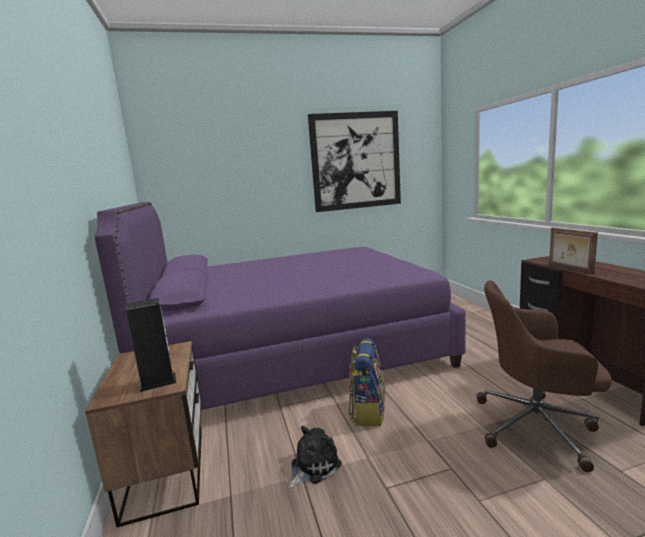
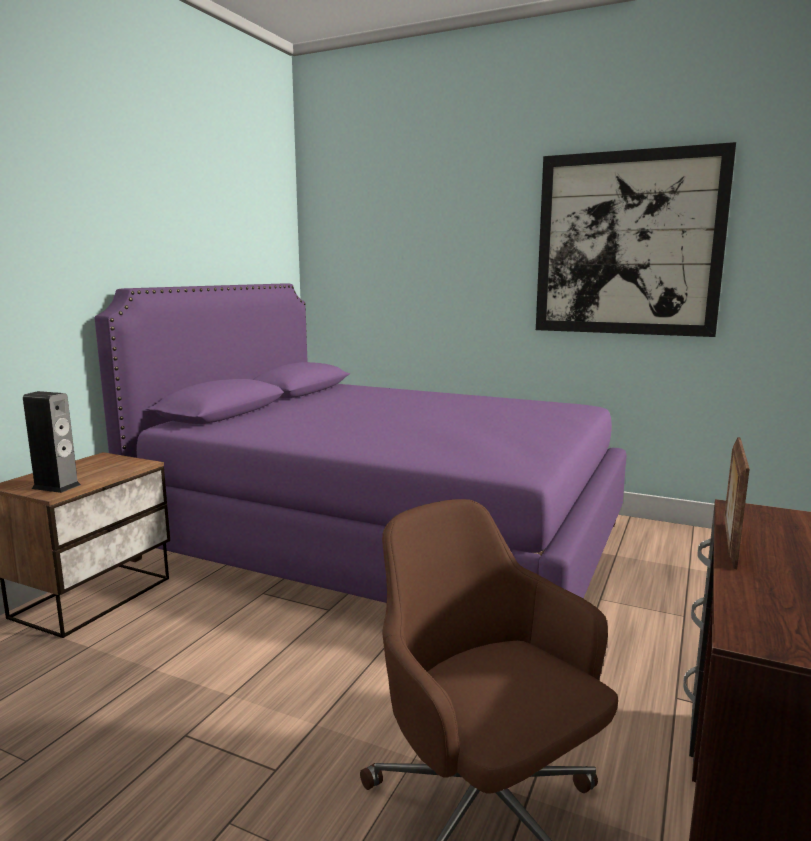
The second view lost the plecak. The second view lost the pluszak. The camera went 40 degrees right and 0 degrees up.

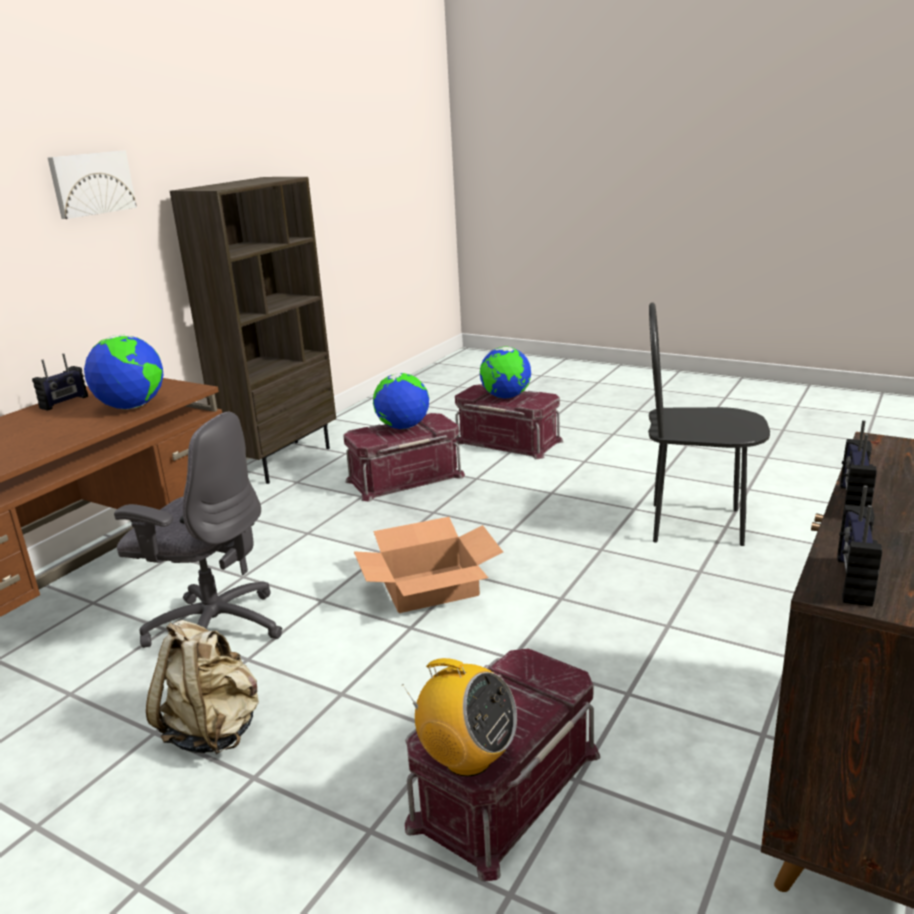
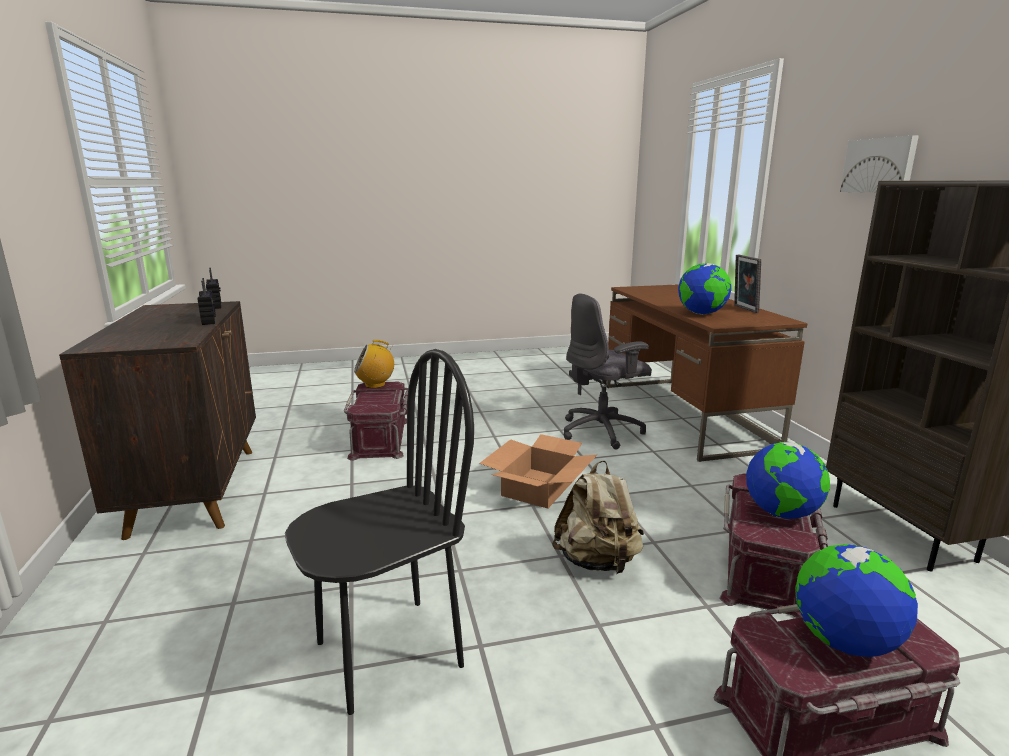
Where the radio (1st from left) stood, the ramka na zdjęcie came to stand. The plecak [beżowy] ended up elsewhere. The camera went 135 degrees right and 5 degrees down.

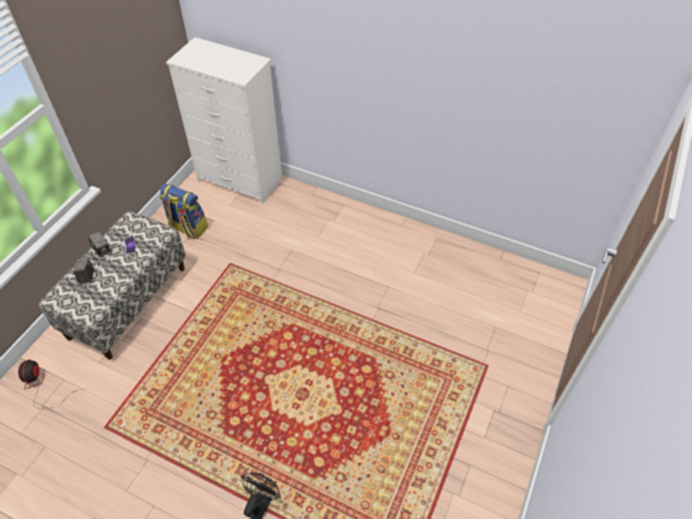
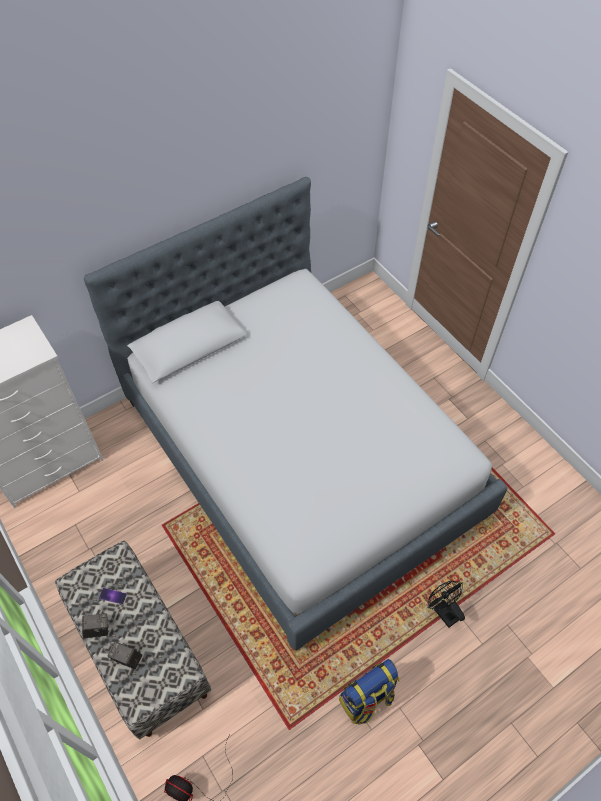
The plecak ended up elsewhere. The second view gained the łóżko. The camera went 60 degrees left and 5 degrees up.

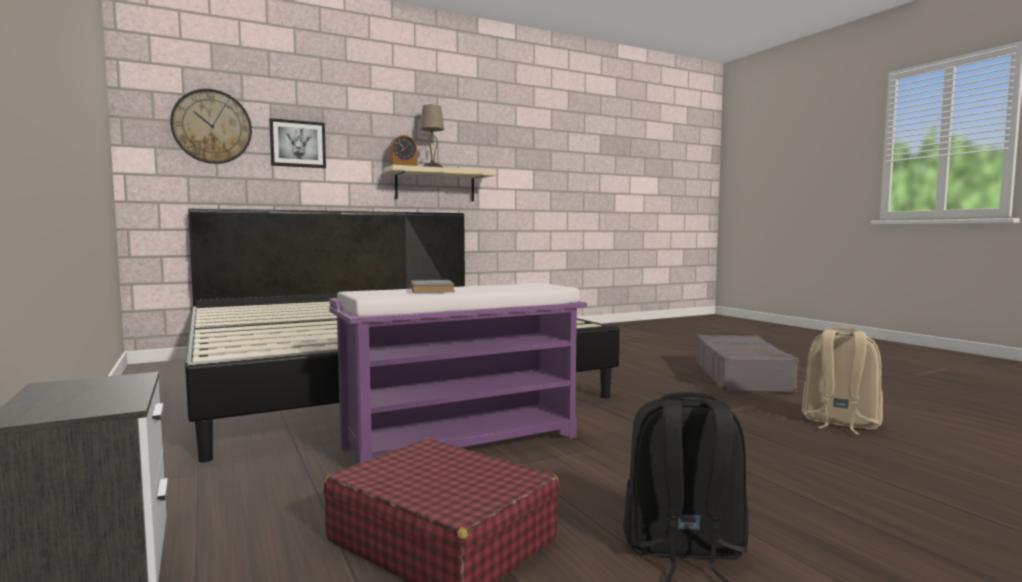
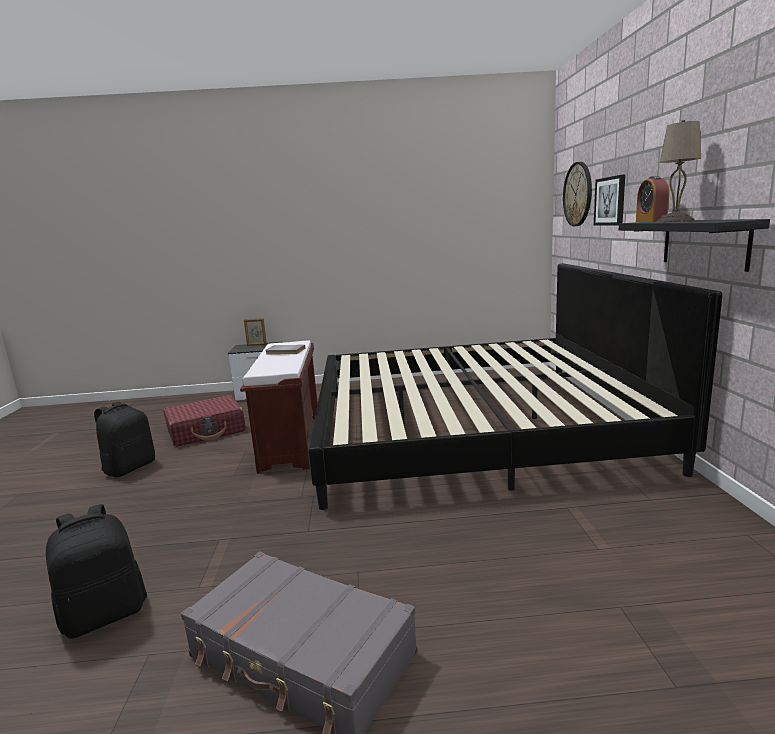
What was the półka [beżowy] turned into the półka [czarny]. What was the ławka [fioletowy] turned into the ławka [brązowy]. What was the plecak [beżowy] turned into the plecak [czarny] (1st from left). The second view gained the ramka na zdjęcie. The camera went 115 degrees right and 10 degrees up.

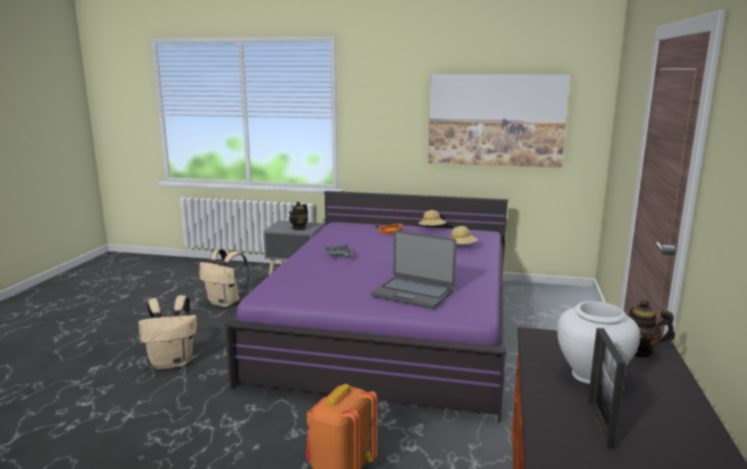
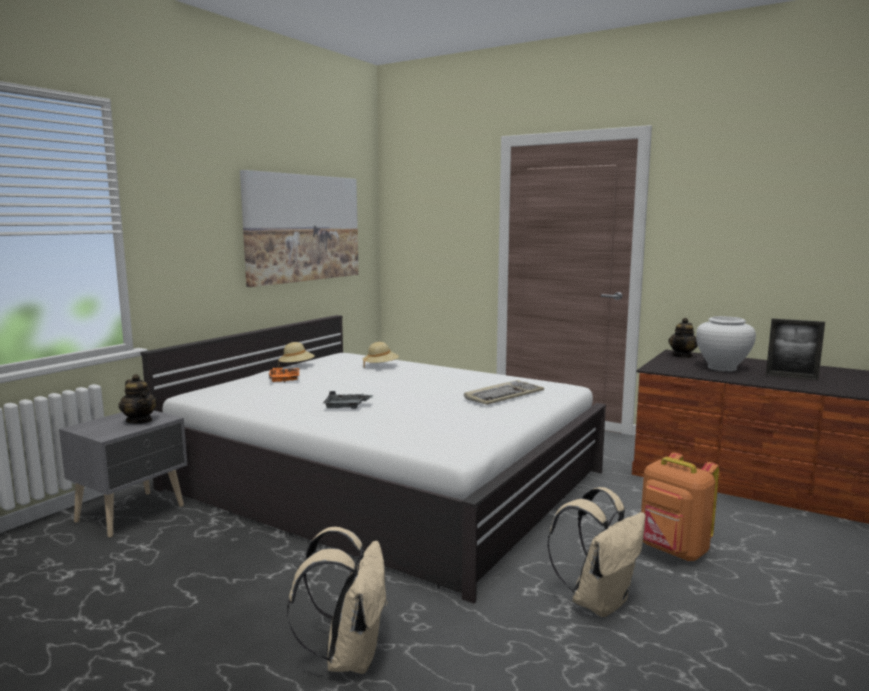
What was the łóżko [fioletowy] turned into the łóżko [biały]. Where the laptop stood, the klawiatura came to stand. The plecak [beżowy] (2nd from left) ended up elsewhere. The camera went 70 degrees left and 5 degrees down.

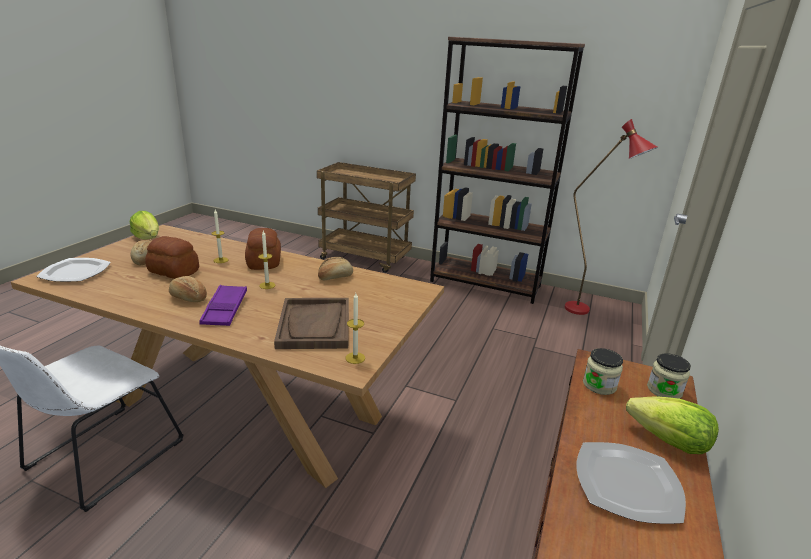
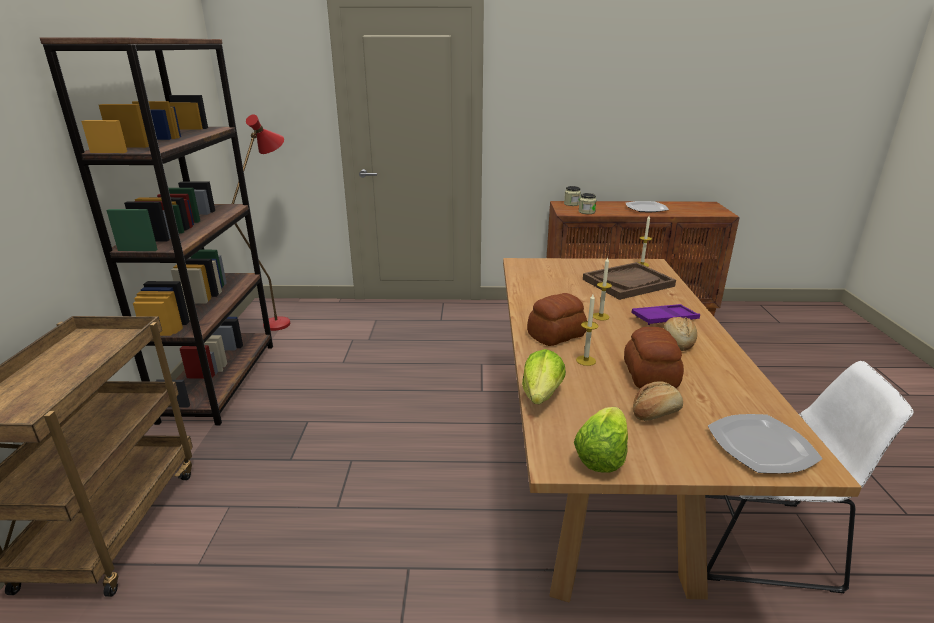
The second view lost the chleb (5th from left). The sałata (2nd from left in the first image) ended up elsewhere. The camera went 110 degrees left and 0 degrees up.

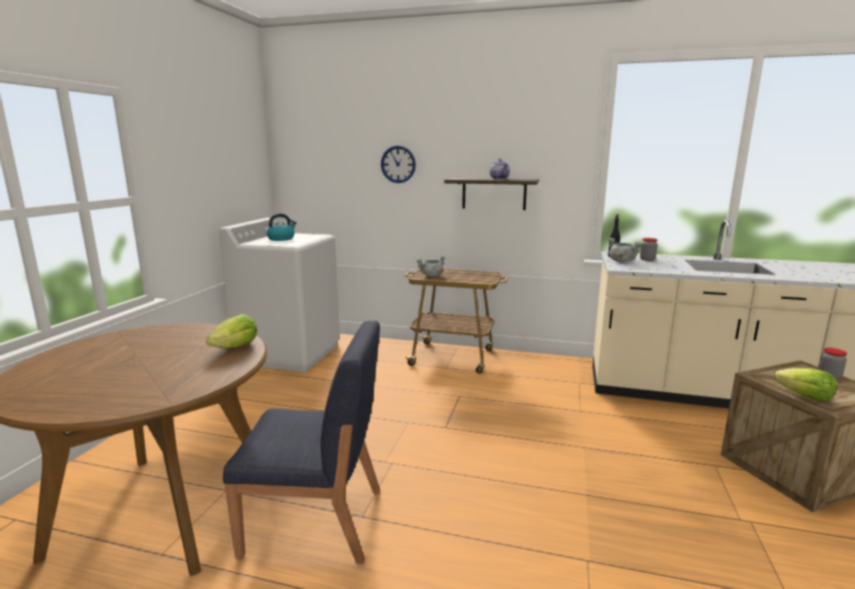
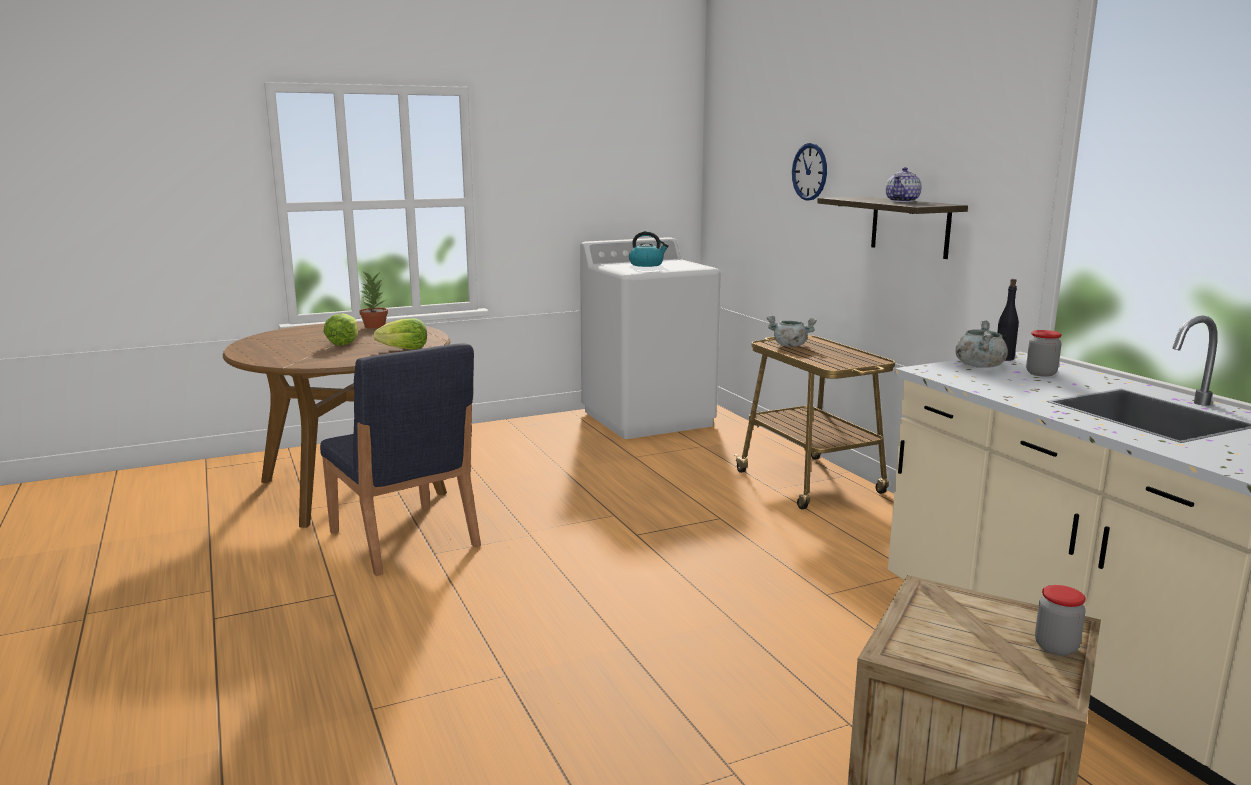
The sałata (2nd from left in the first image) ended up elsewhere. The second view gained the roślina doniczkowa. The camera went 50 degrees right and 0 degrees up.

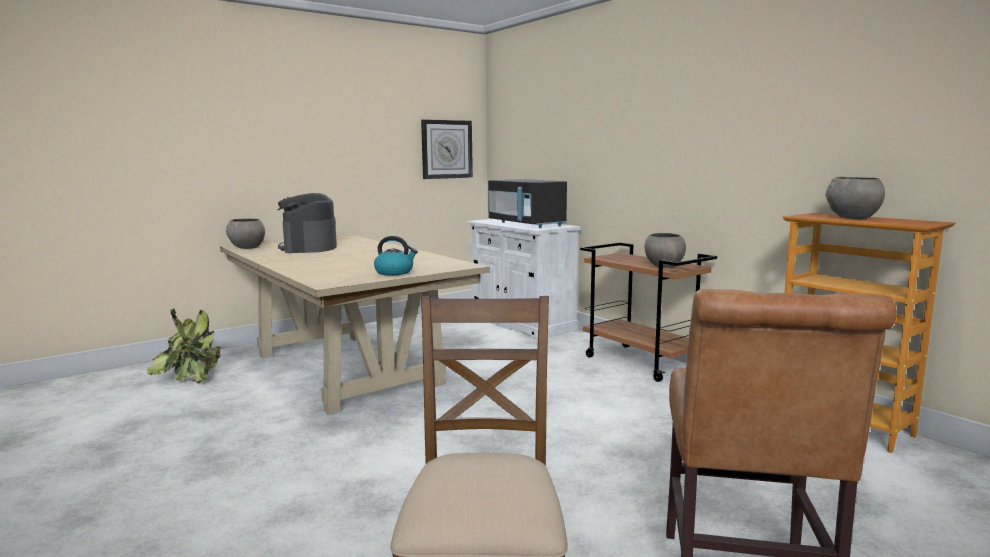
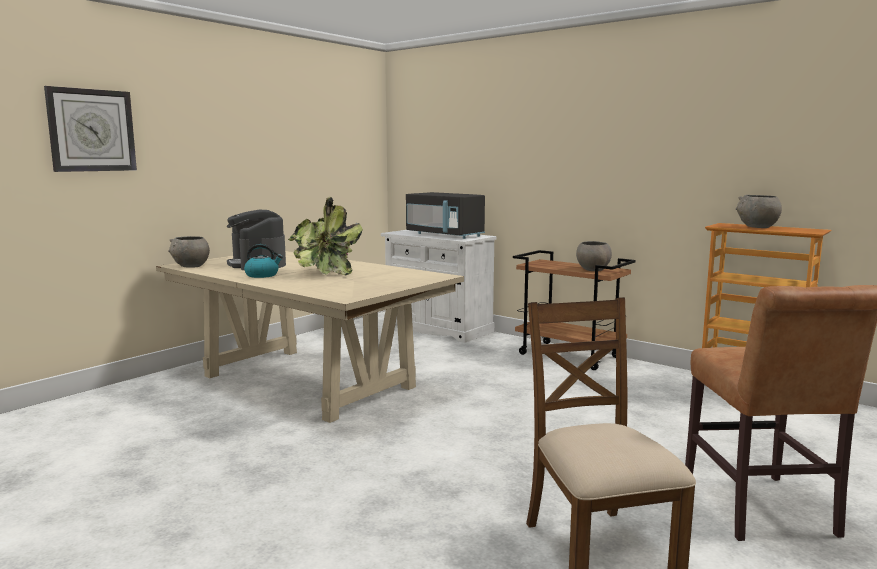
The zegar ścienny ended up elsewhere. The czajnik ended up elsewhere. The roślina doniczkowa ended up elsewhere. The camera went 15 degrees left and 0 degrees up.

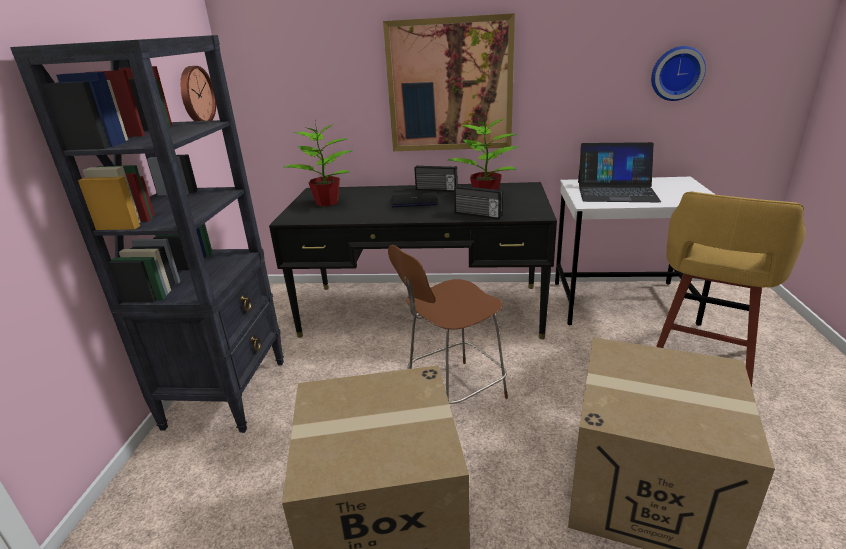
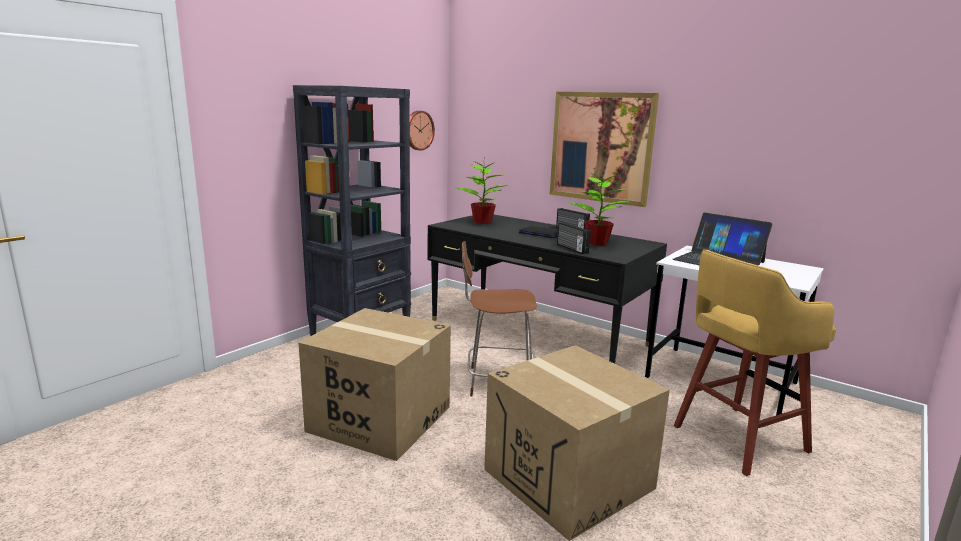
The second view lost the zegar ścienny (2nd from left). The camera went 30 degrees right and 10 degrees down.

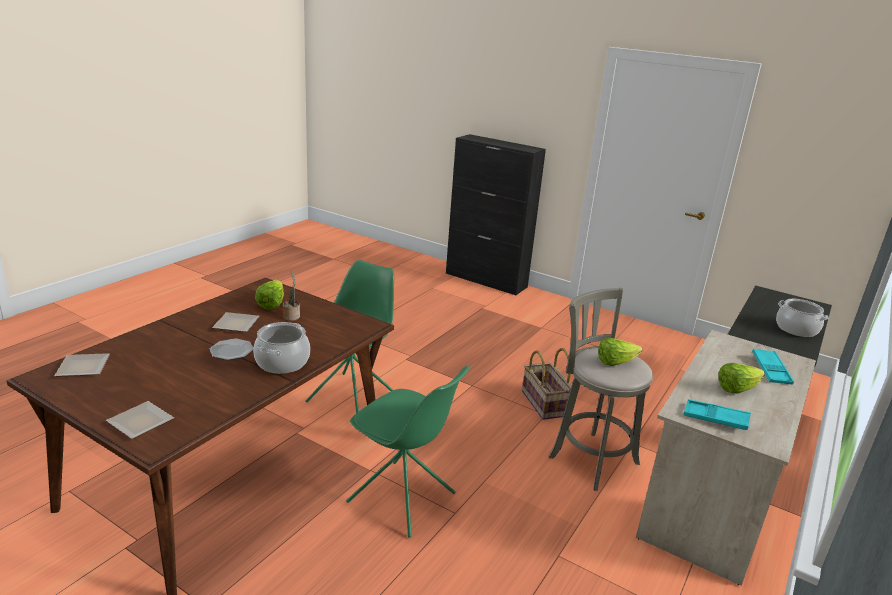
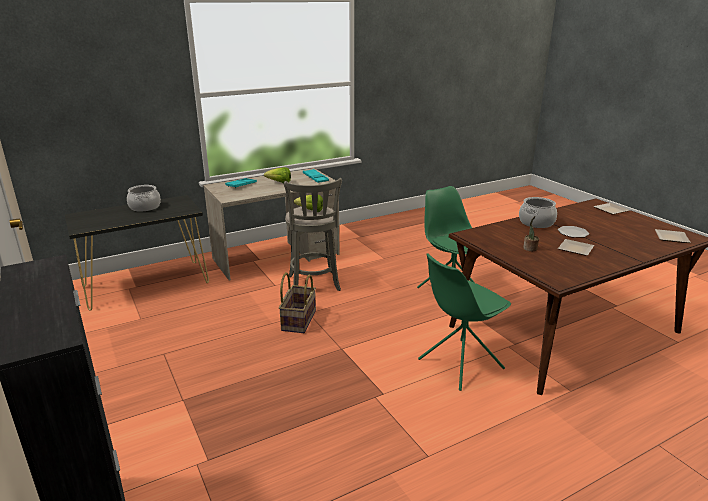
The second view lost the sałata (1st from left). The camera went 150 degrees left and 0 degrees up.

